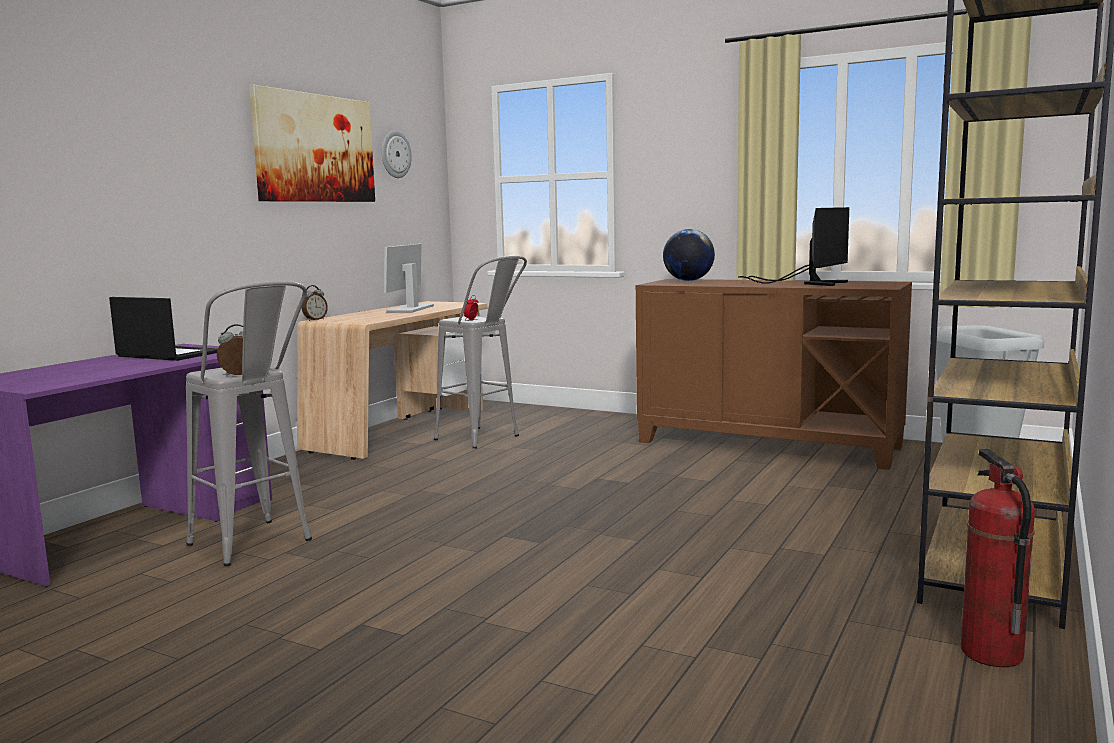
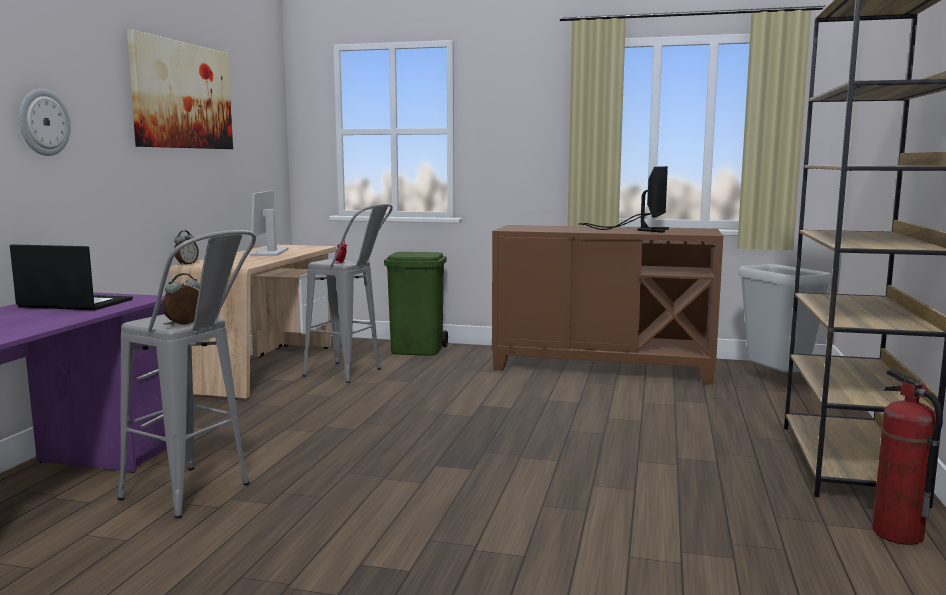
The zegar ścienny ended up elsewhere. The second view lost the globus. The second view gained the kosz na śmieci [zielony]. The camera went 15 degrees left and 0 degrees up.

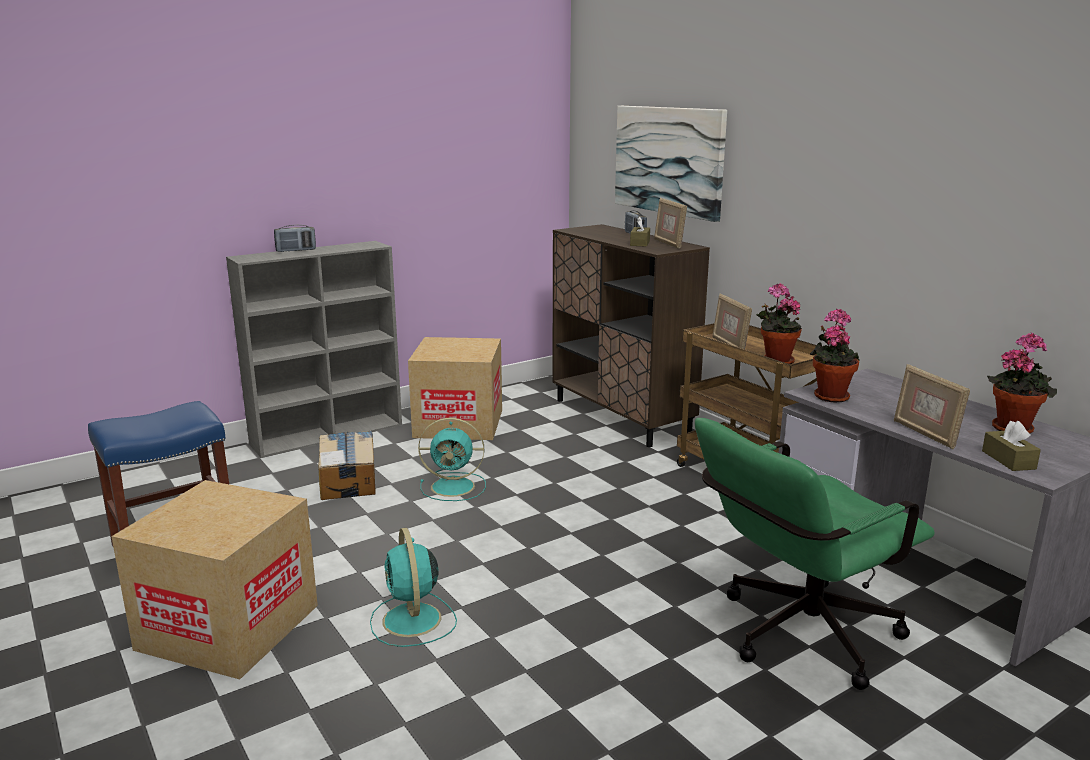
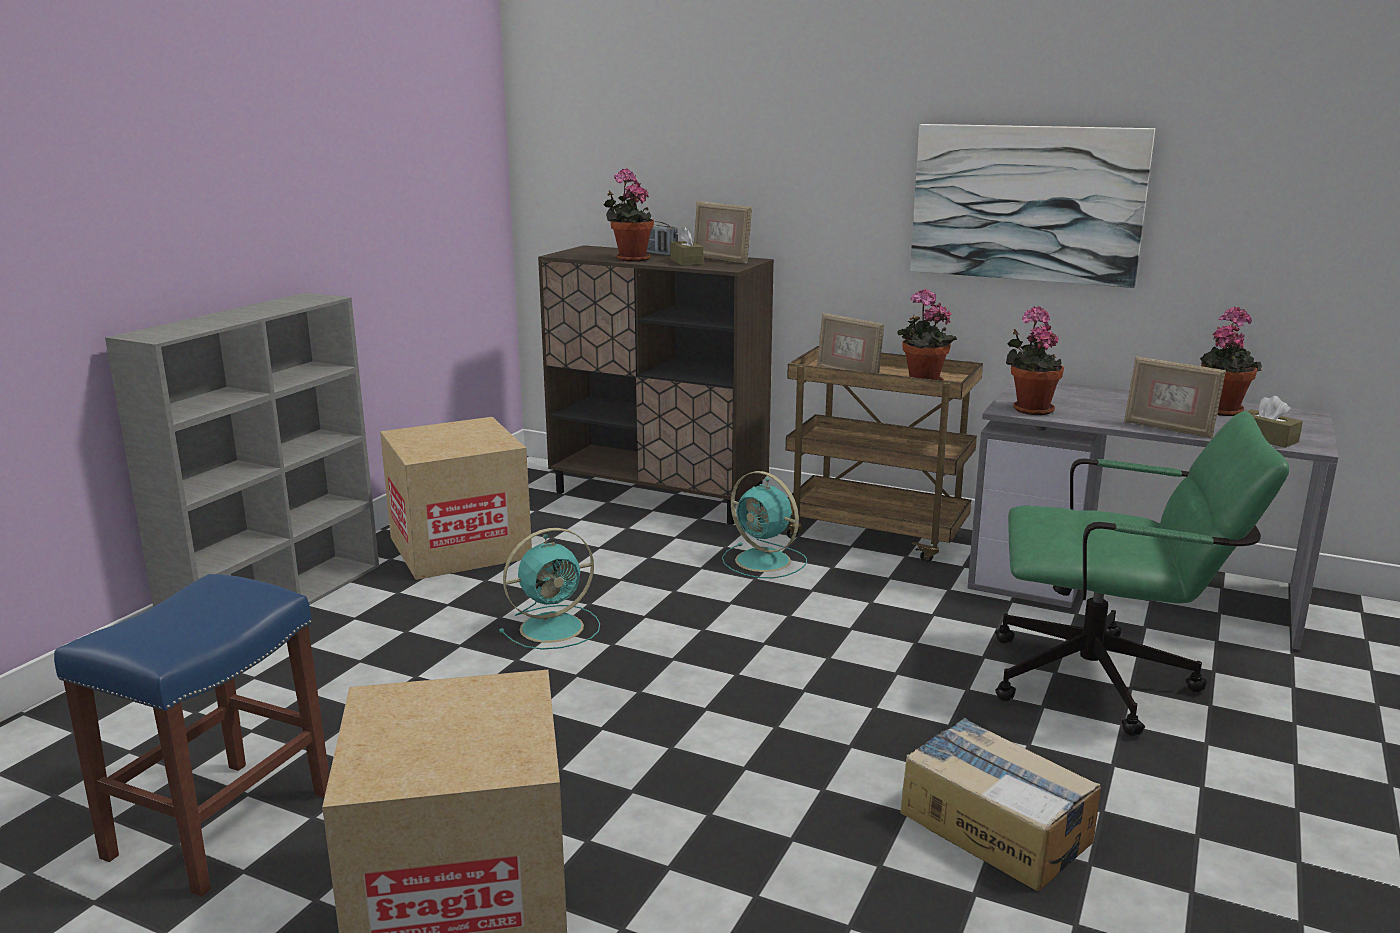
The obraz ended up elsewhere. The second view lost the radio (1st from left). The krzesło biurowe [zielony] ended up facing another way, 105 degrees counterclockwise from before. The karton (2nd from left in the first image) ended up elsewhere. The wentylator [turkusowy] (1st from left in the first image) ended up elsewhere. The second view gained the roślina doniczkowa (1st from left). The camera went 30 degrees left and 0 degrees up.

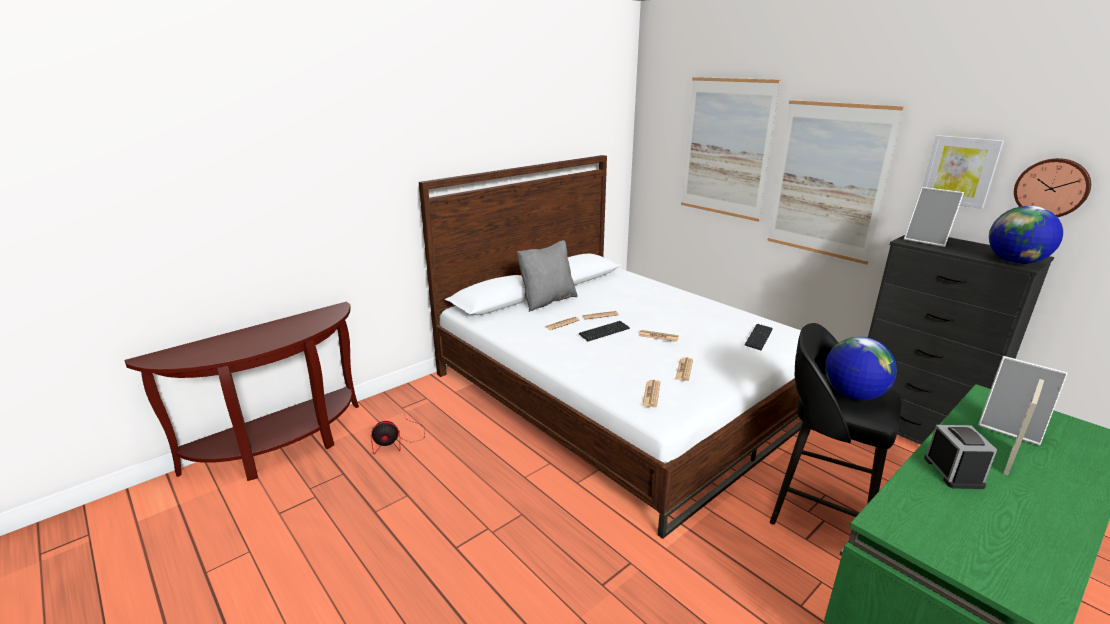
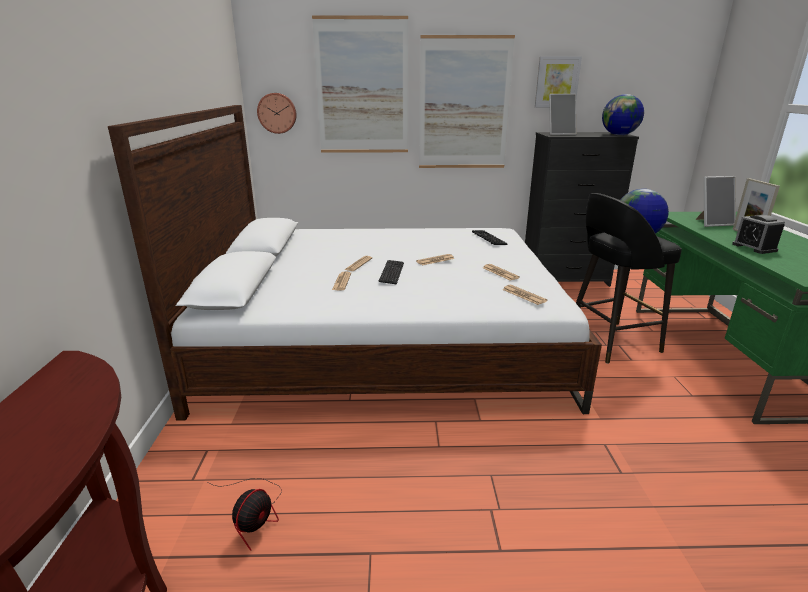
The zegar ścienny ended up elsewhere. The second view lost the poduszka [szary]. The budzik ended up facing another way, 150 degrees counterclockwise from before. The camera went 50 degrees left and 0 degrees up.

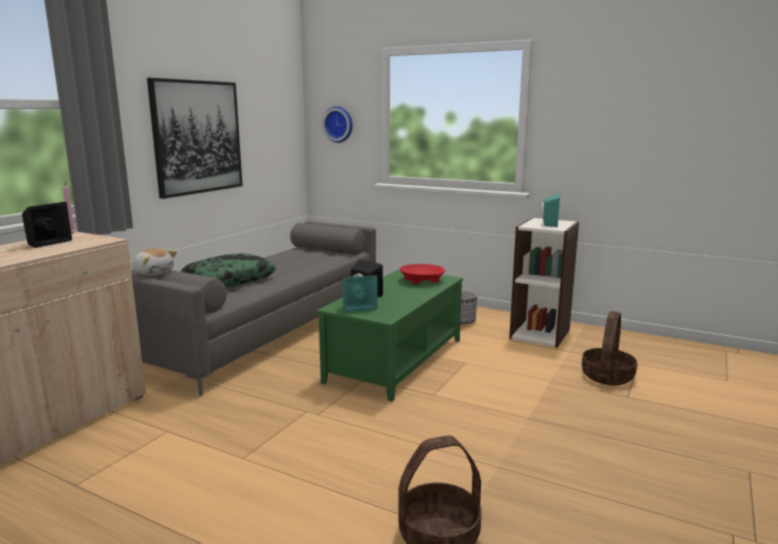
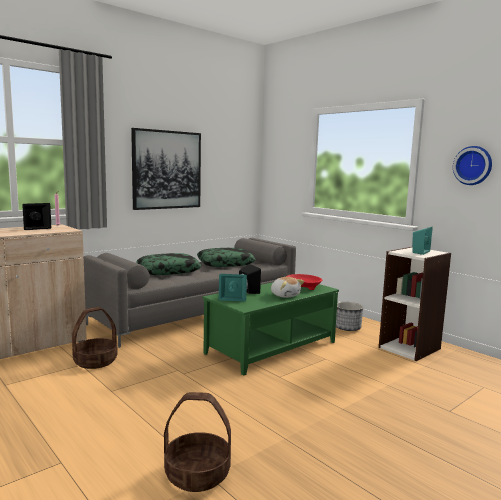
The zegar ścienny ended up elsewhere. The pluszak ended up elsewhere. The koszyk (2nd from left in the first image) ended up elsewhere. The second view gained the poduszka (2nd from left). The camera went 20 degrees right and 5 degrees down.

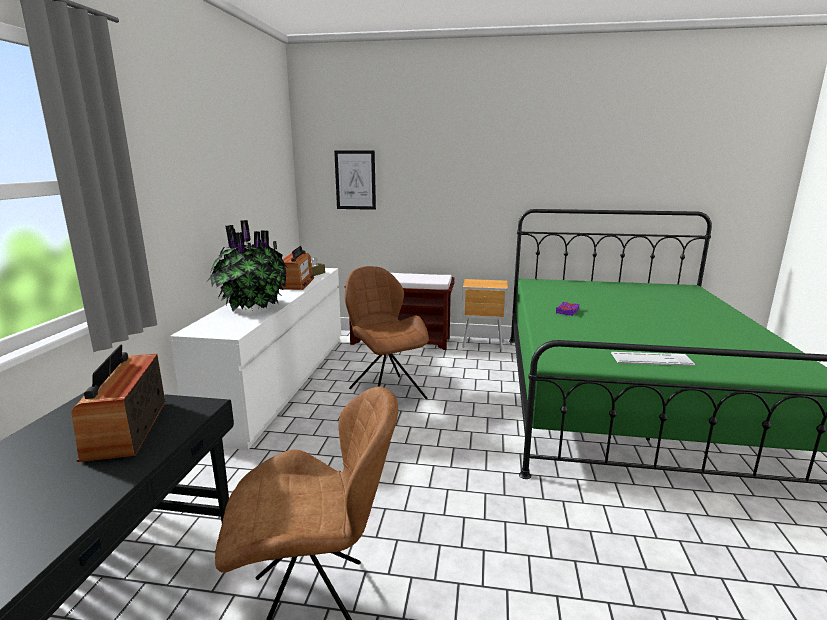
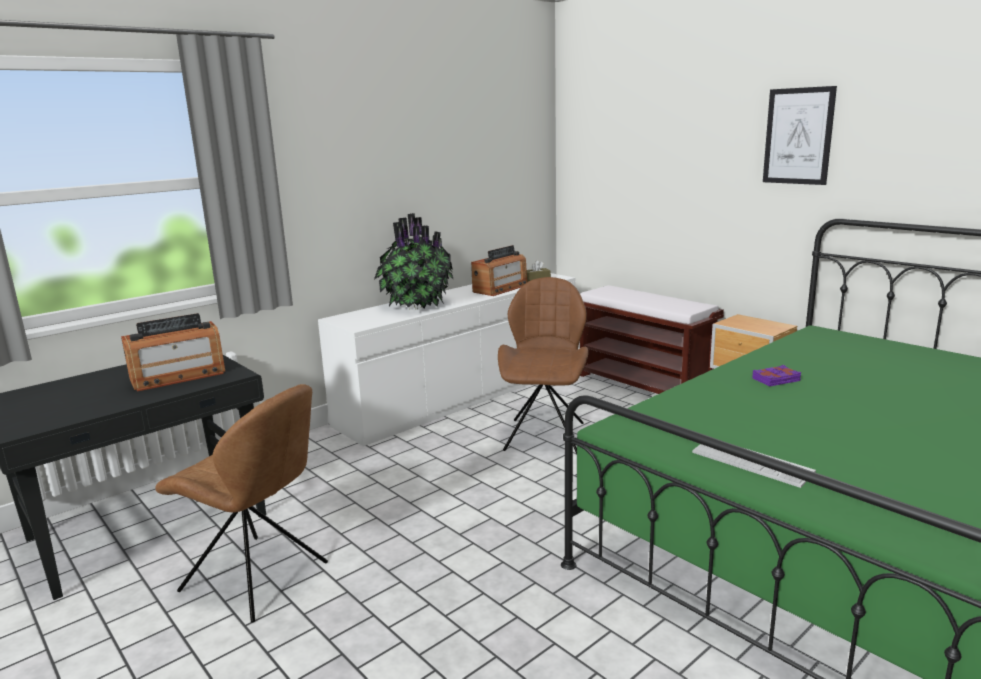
The obraz ended up elsewhere. The radio (1st from left) ended up facing another way, 150 degrees counterclockwise from before. The camera went 40 degrees right and 0 degrees up.

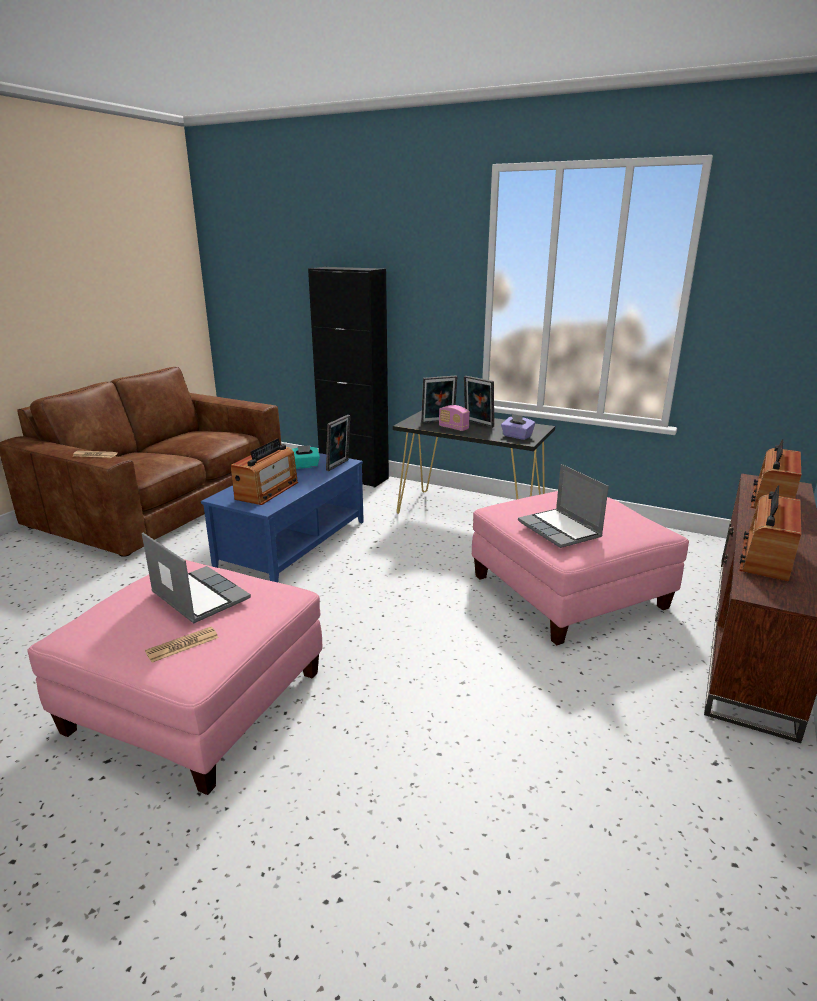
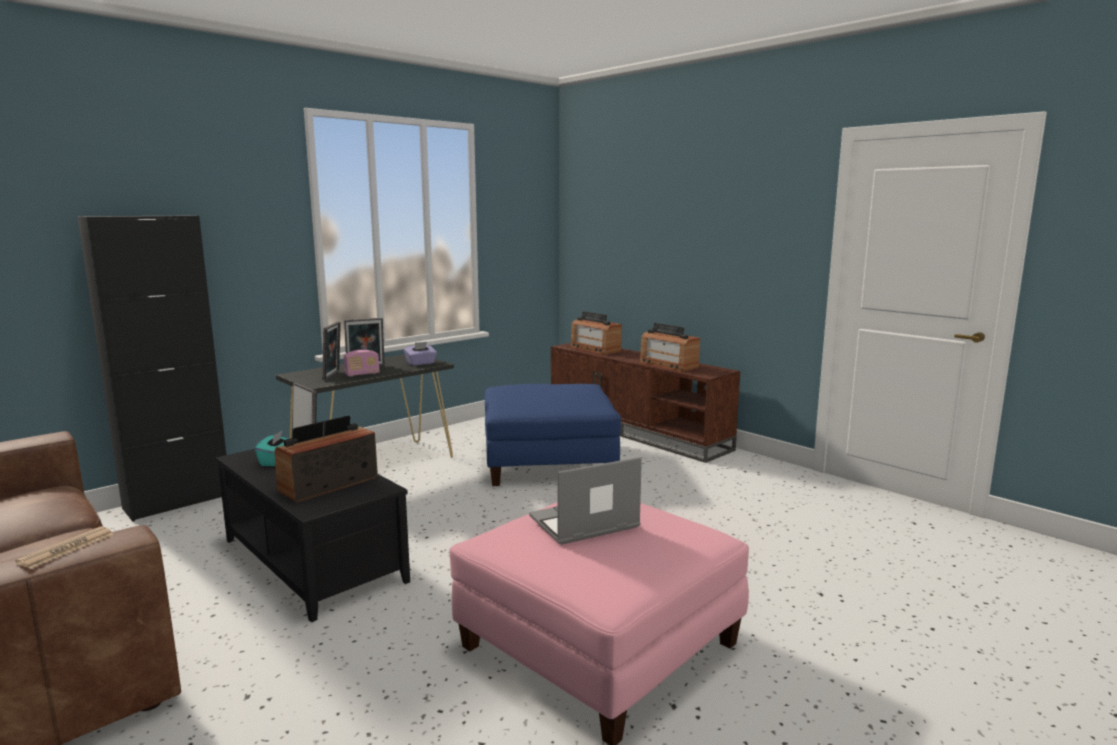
The radio (1st from left) ended up facing another way, 90 degrees counterclockwise from before. What was the ława [niebieski] turned into the ława [czarny]. The second view lost the laptop (2nd from left). What was the pufa [różowy] (2nd from left) turned into the pufa [niebieski]. The second view lost the gazeta (2nd from left). The camera went 70 degrees left and 10 degrees down.

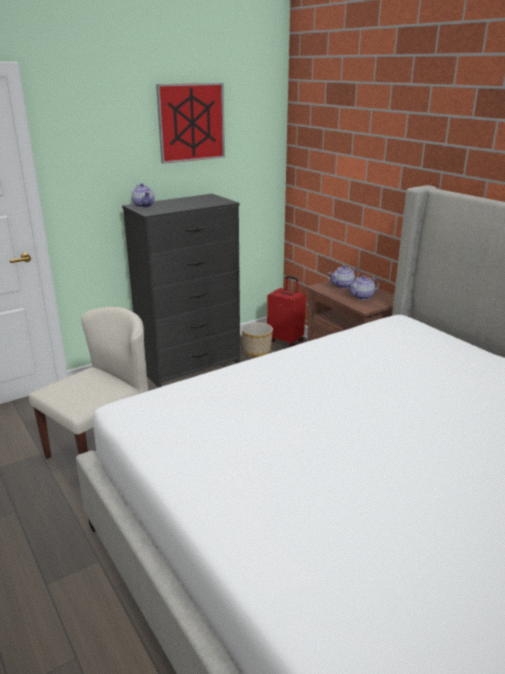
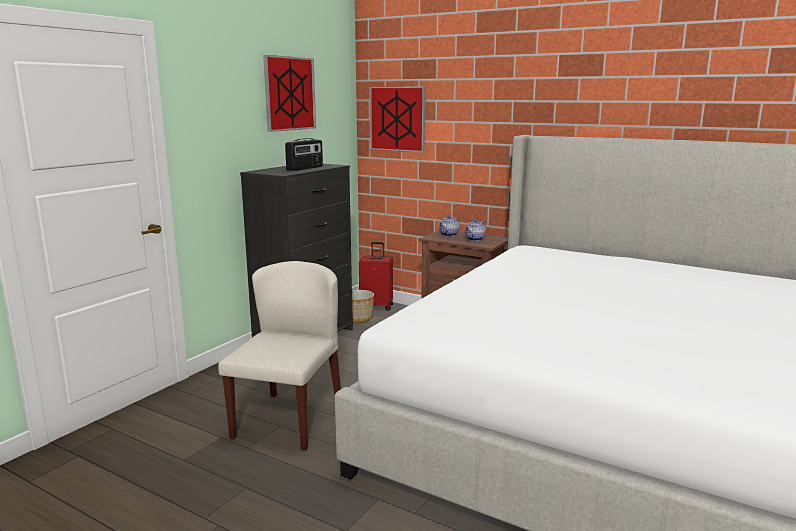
The second view lost the imbryk (1st from left). The second view gained the obraz (2nd from left). The second view gained the radio. The camera went 25 degrees left and 10 degrees down.

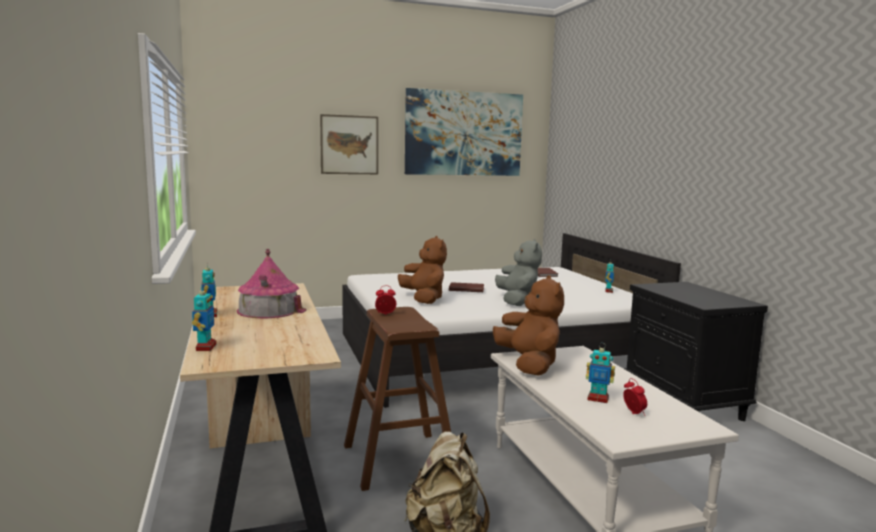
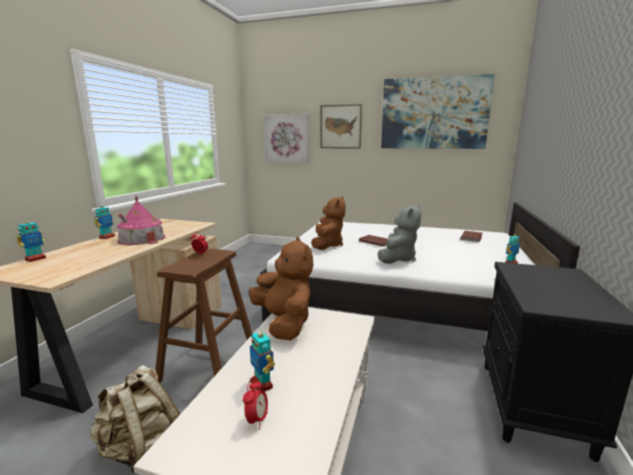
The pluszak [brązowy] (2nd from left in the first image) ended up facing another way, 45 degrees counterclockwise from before. The second view gained the obraz (1st from left). The camera went 35 degrees right and 5 degrees up.

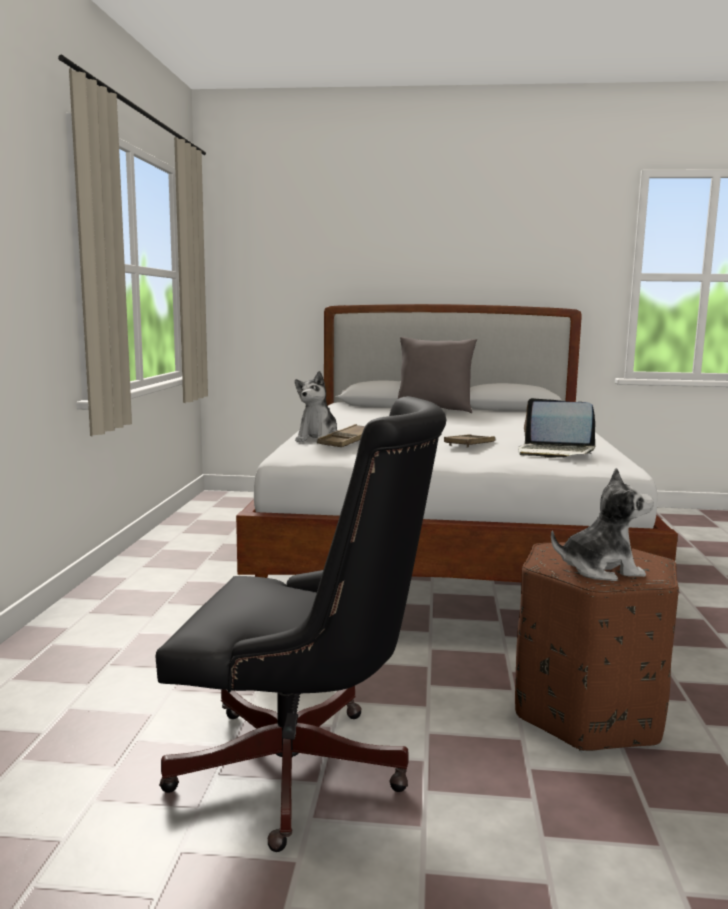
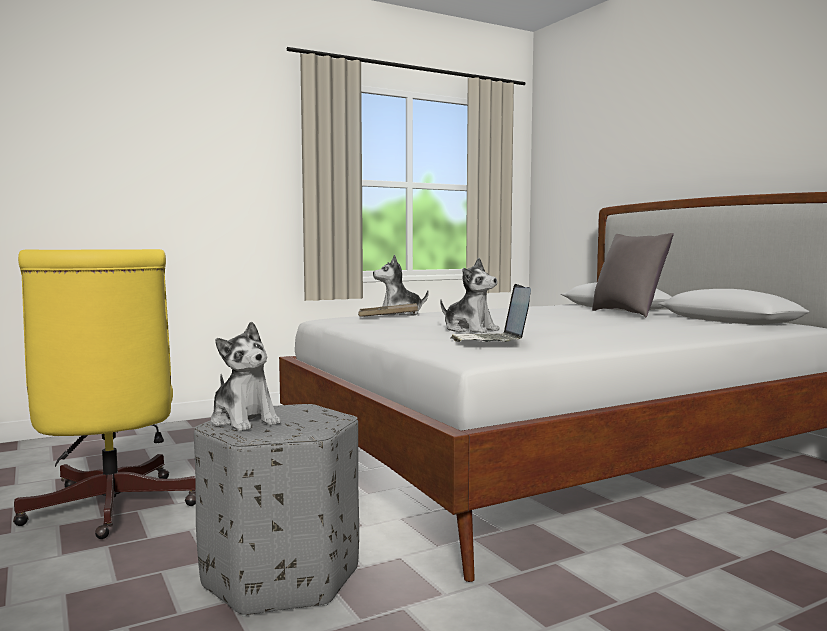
What was the krzesło biurowe [czarny] turned into the krzesło biurowe [żółty]. Where the taca [brązowy] (2nd from left) stood, the pluszak (3rd from left) came to stand. What was the pufa [brązowy] turned into the pufa [szary]. The camera went 55 degrees right and 5 degrees down.

